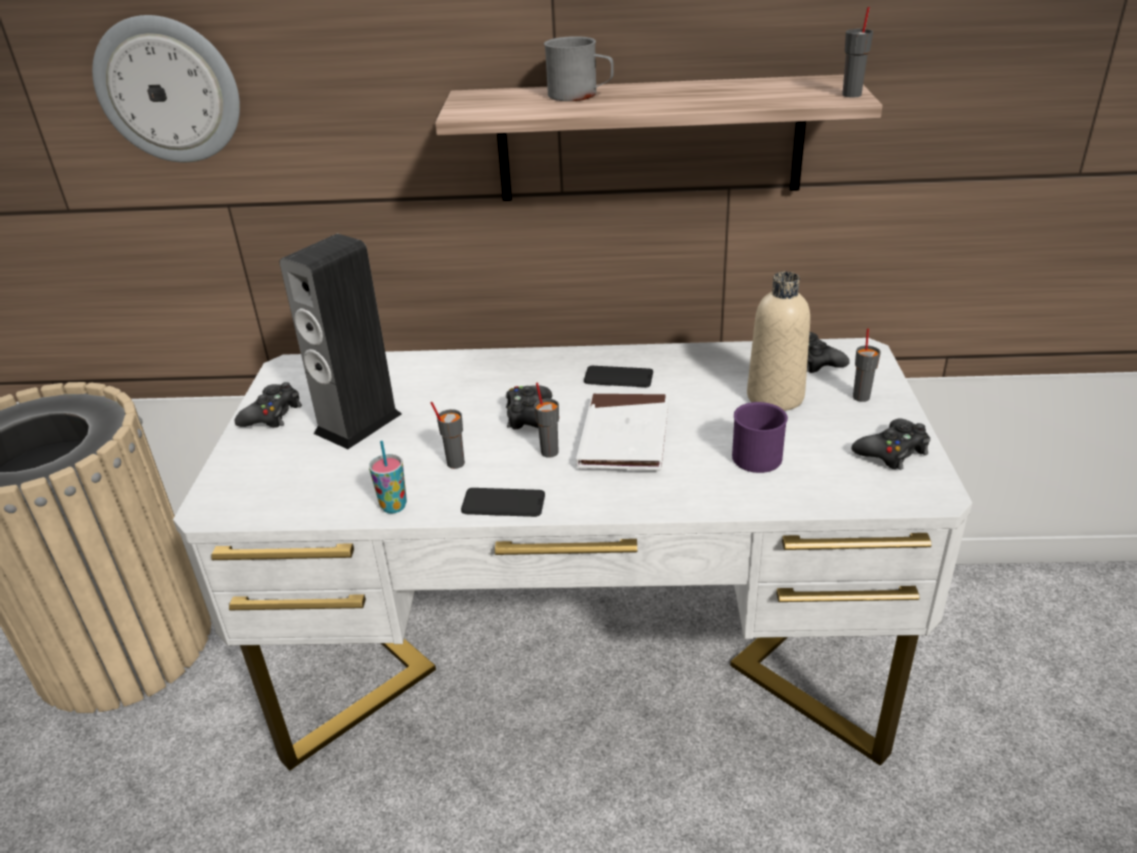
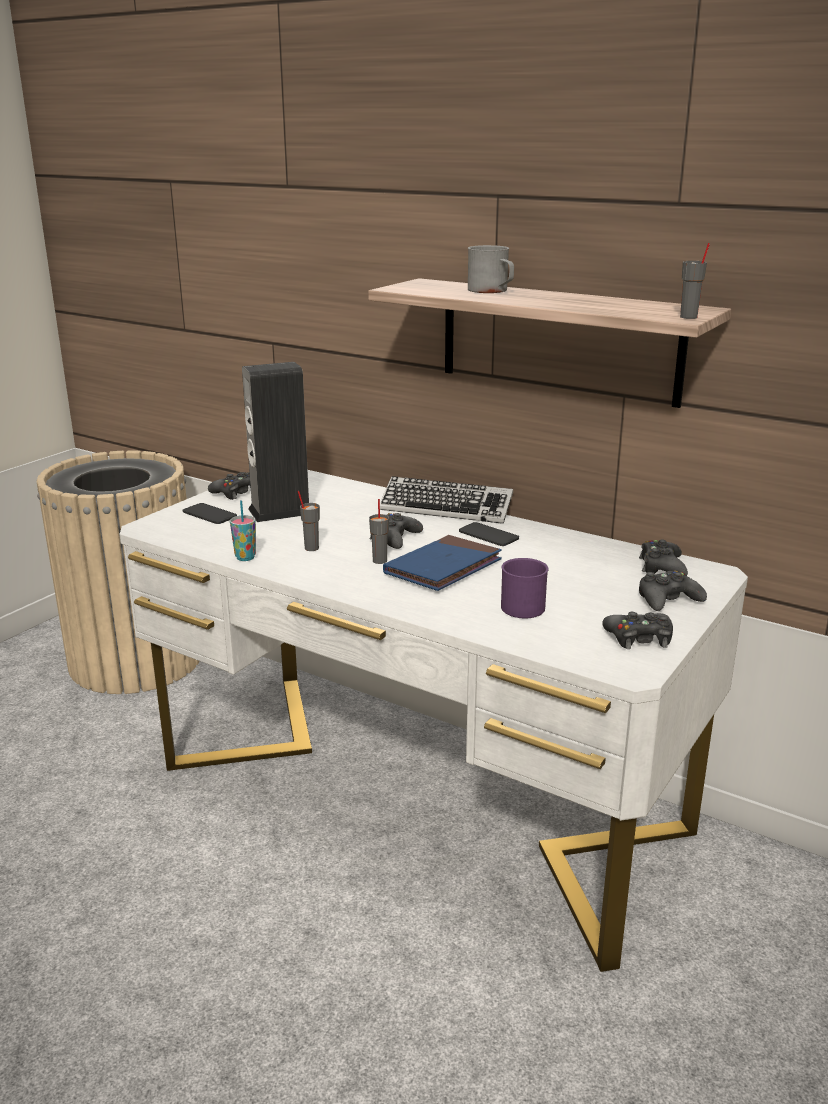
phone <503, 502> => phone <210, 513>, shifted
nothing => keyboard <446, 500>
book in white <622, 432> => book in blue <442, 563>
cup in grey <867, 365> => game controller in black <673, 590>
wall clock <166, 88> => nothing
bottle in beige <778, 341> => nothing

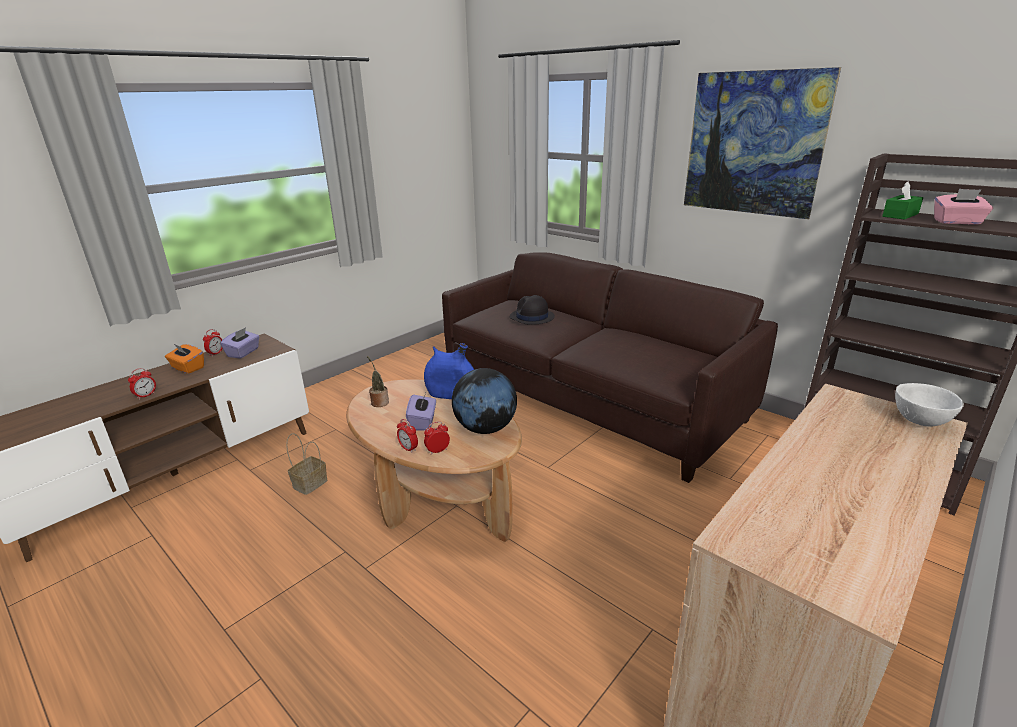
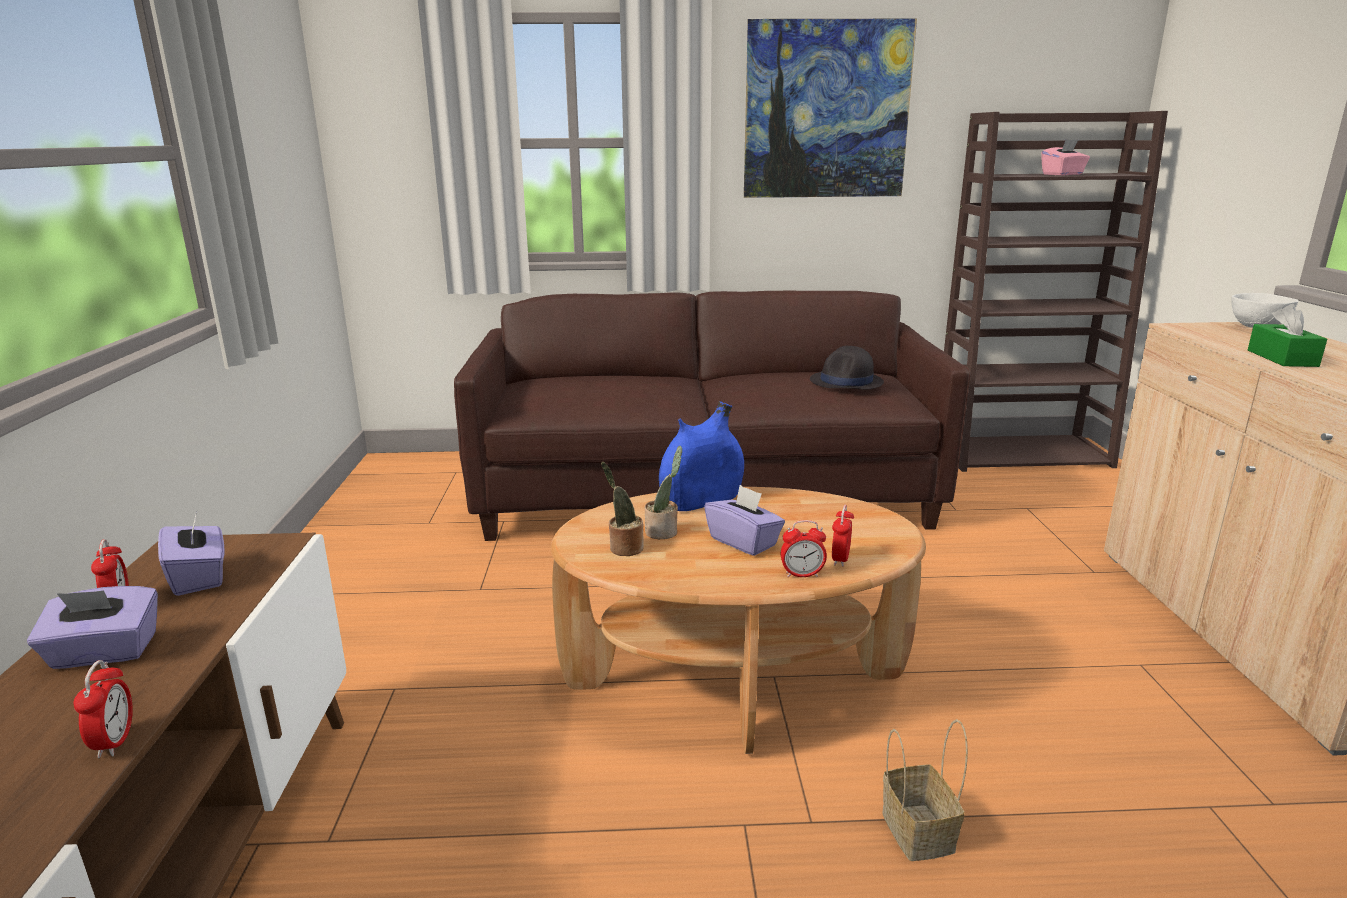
tissue box in orange <184, 358> => tissue box in purple <92, 627>
nothing => potted plant <663, 492>
hat in black <532, 310> => hat in black <847, 367>, shifted
basket <307, 464> => basket <925, 790>, shifted
tissue box in green <902, 201> => tissue box in green <1287, 335>, shifted
globe <484, 401> => nothing

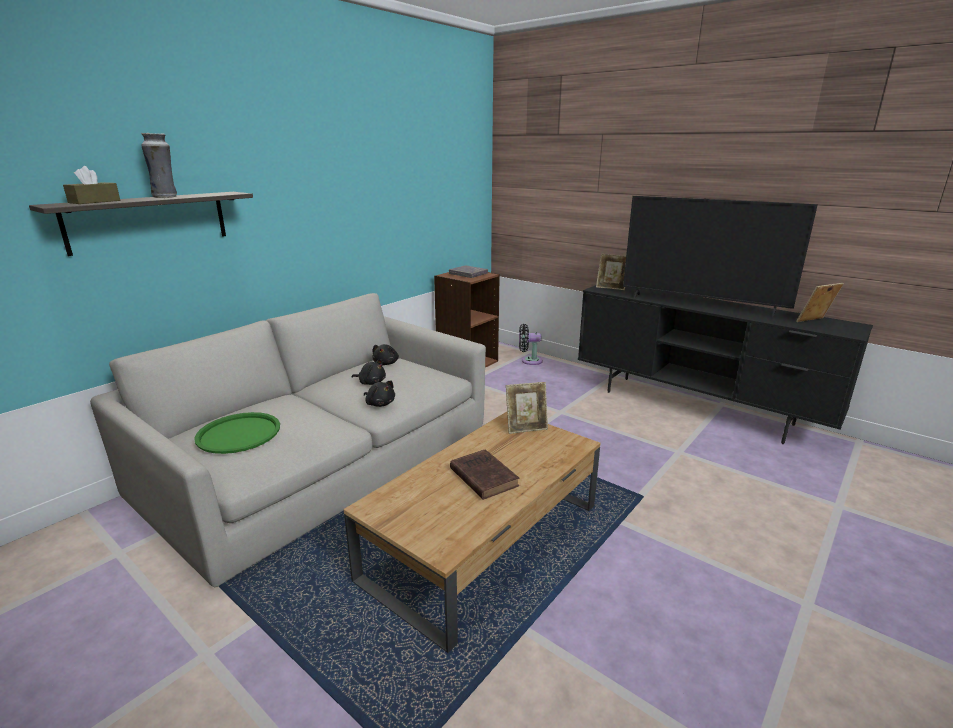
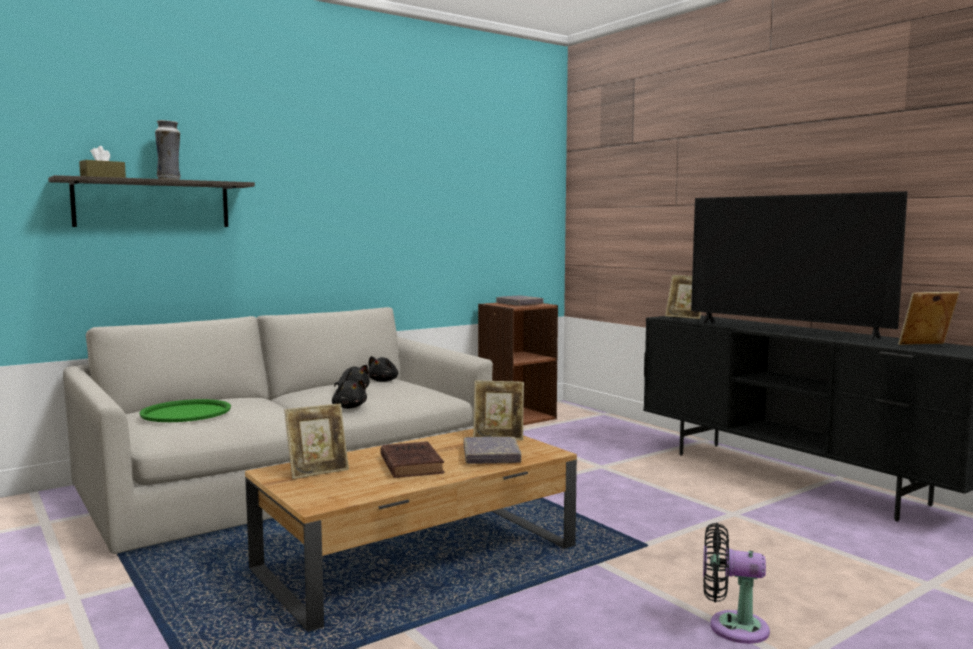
nothing => picture frame <316, 441>
nothing => book in grey <492, 450>
fan in black <531, 344> => fan in black <736, 583>, shifted

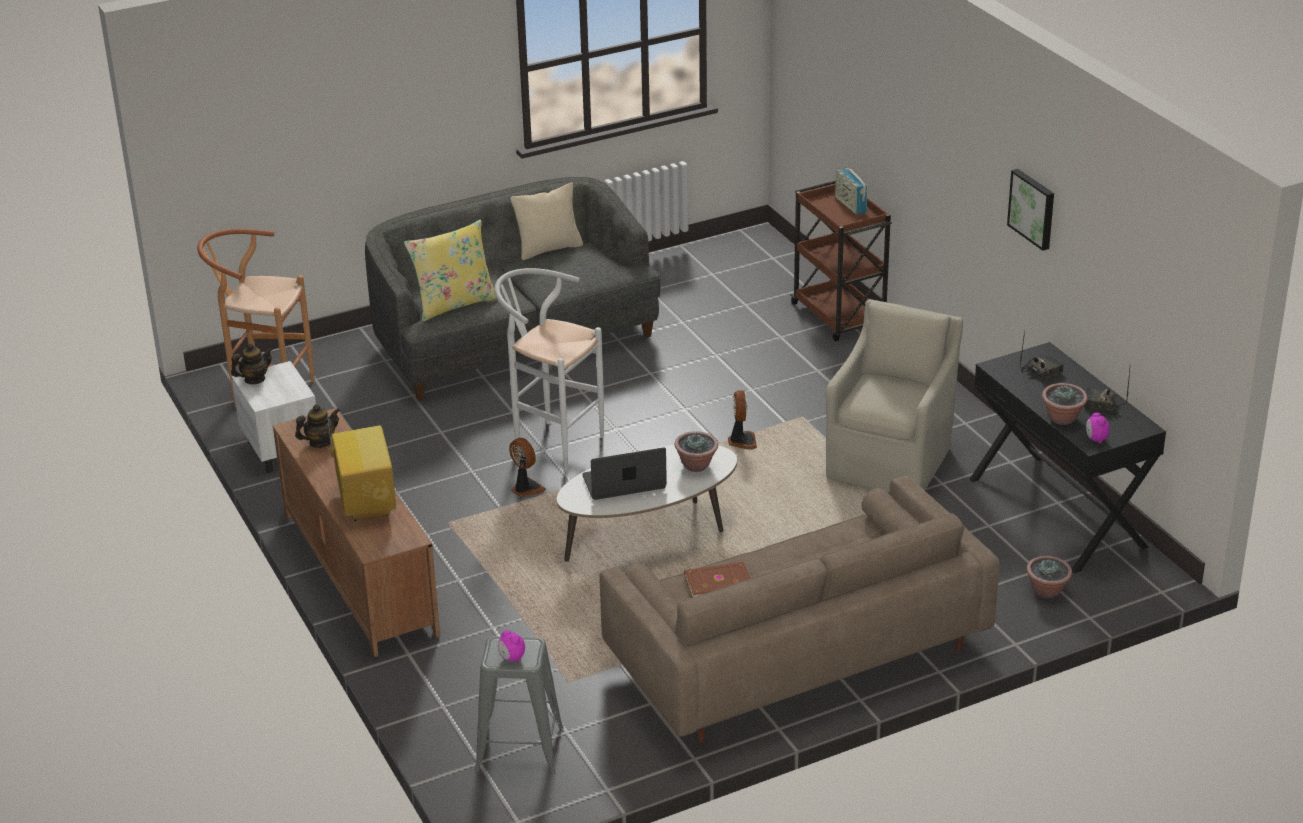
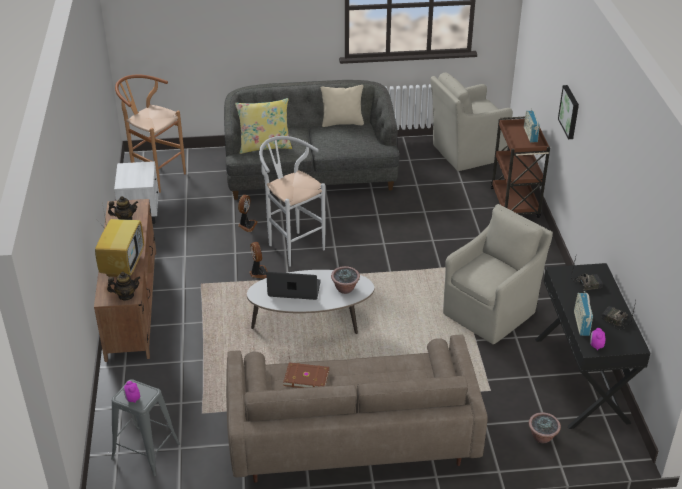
teapot <252, 363> => teapot <123, 286>, shifted
fan <742, 420> => fan <247, 213>, shifted
nothing => armchair in beige <471, 121>
picture <1030, 210> => picture <568, 112>, shifted
potted plant <1065, 404> => radio <583, 313>

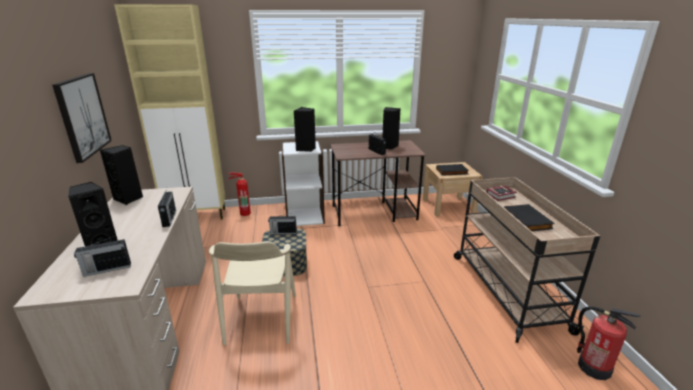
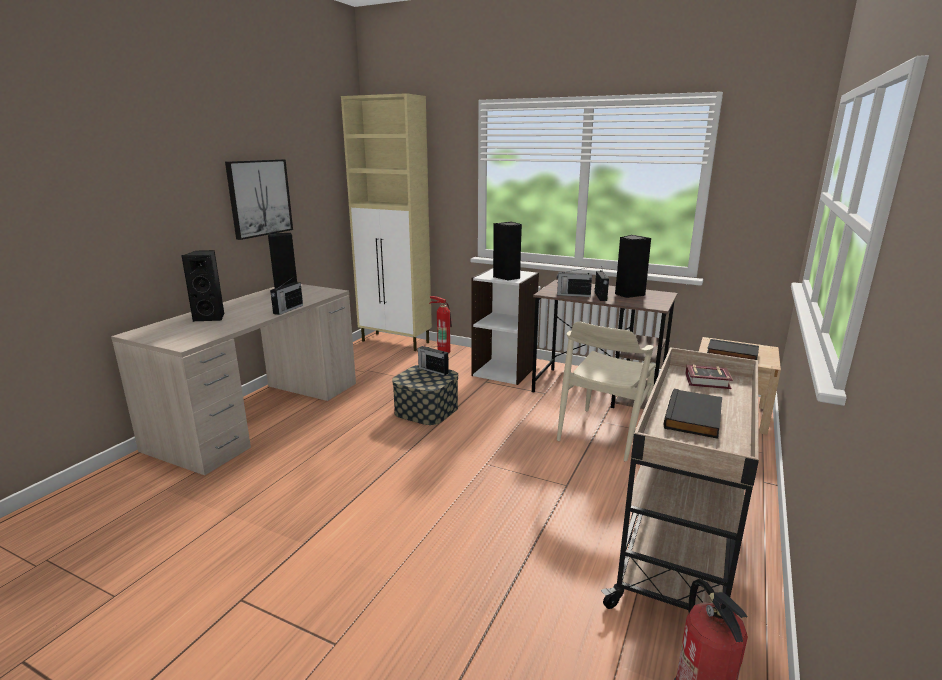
radio <102, 256> => radio <574, 282>, shifted
chair in beige <252, 293> => chair in beige <606, 391>, shifted

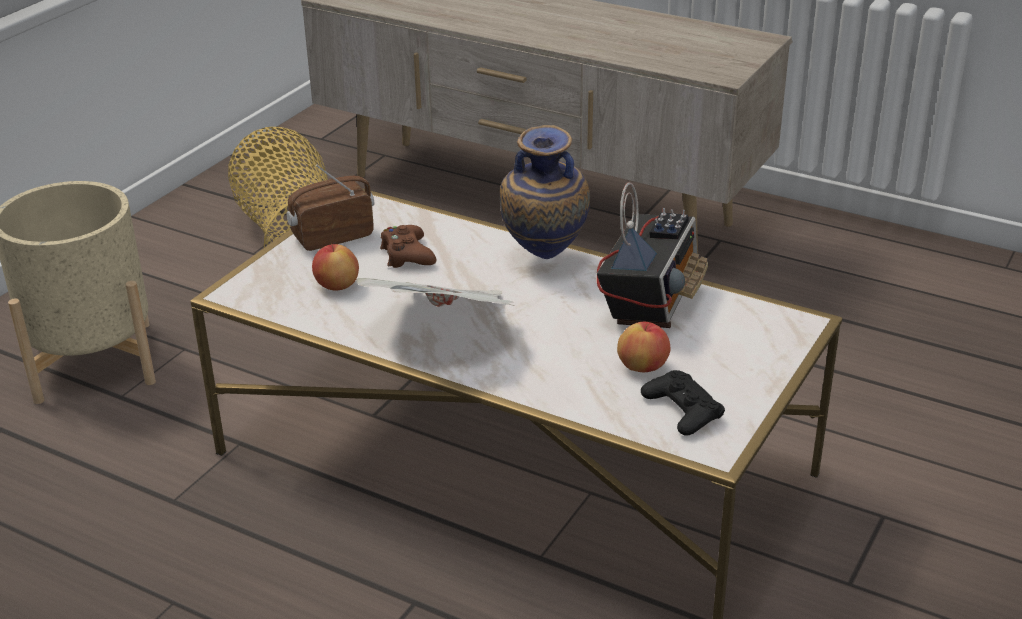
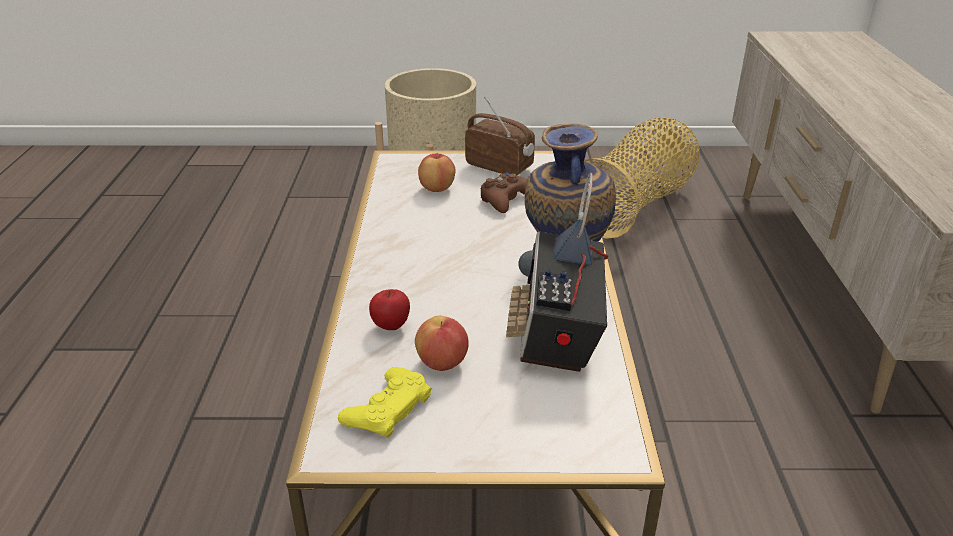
game controller in black <683, 403> => game controller in yellow <385, 402>
nothing => apple <389, 309>
radio <652, 255> => radio <557, 272>, 105 degrees clockwise
newspaper <435, 292> => nothing

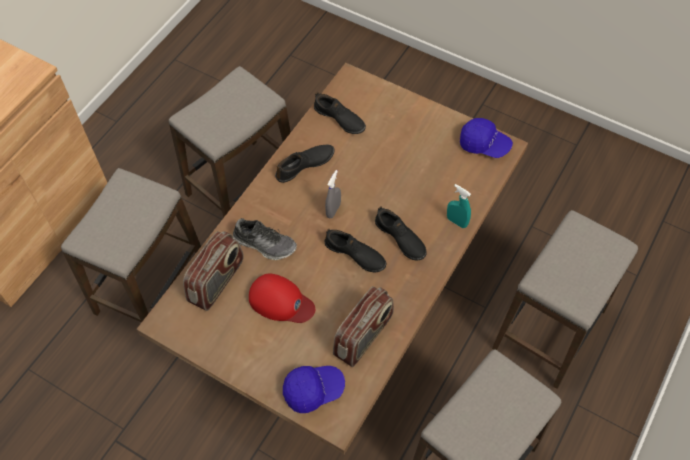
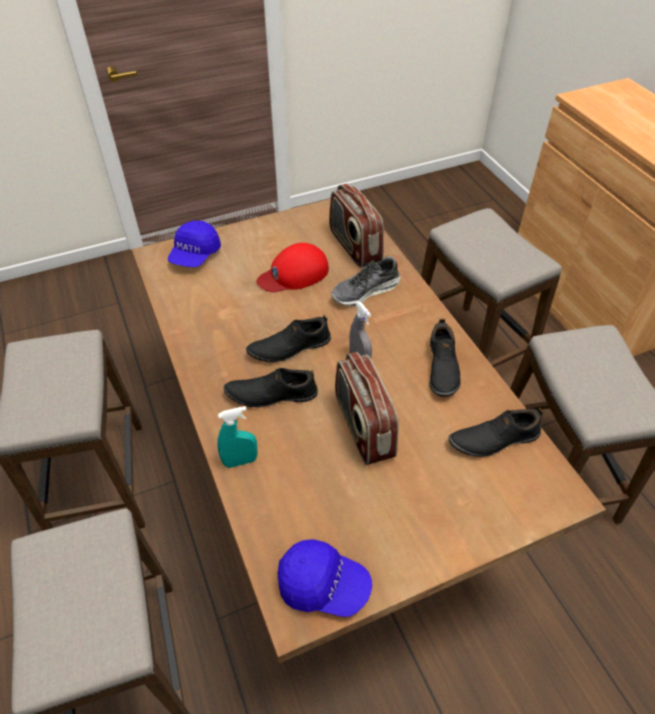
cap in blue <486, 138> => cap in blue <325, 578>, 135 degrees counterclockwise
radio <363, 326> => radio <367, 408>, shifted

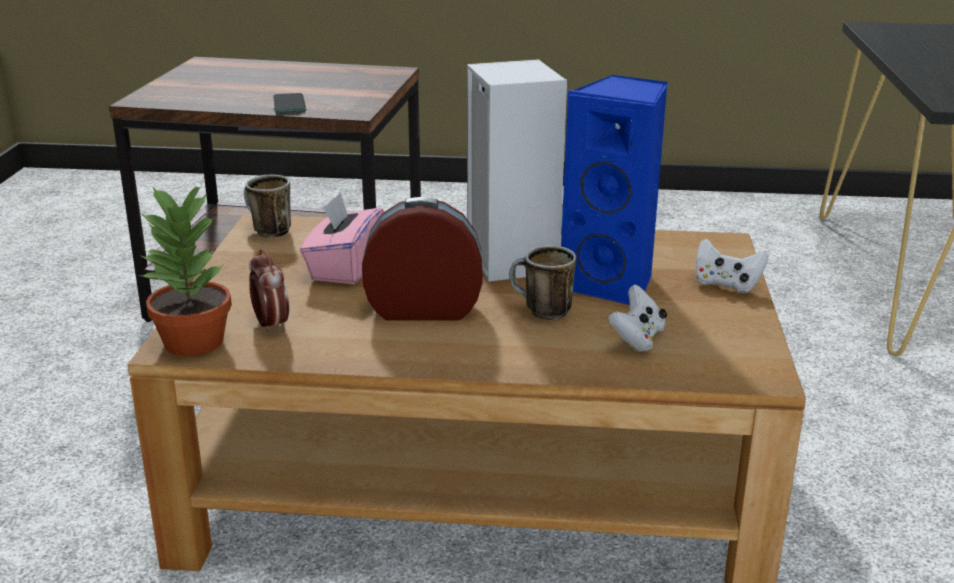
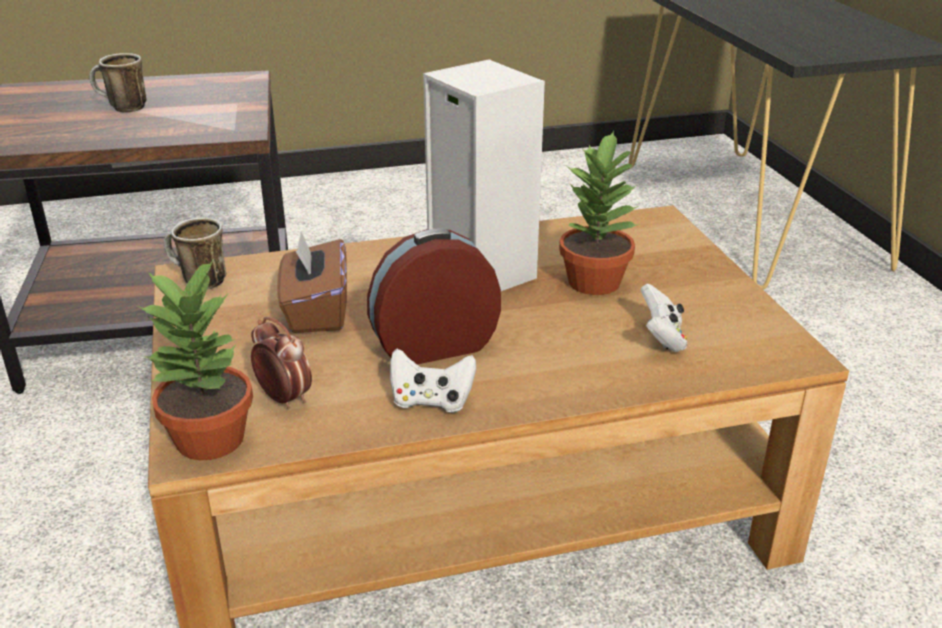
mug <542, 282> => mug <118, 83>, shifted
tissue box in pink <342, 238> => tissue box in brown <312, 282>
game controller in white <732, 266> => game controller in white <433, 381>, shifted
speaker in blue <614, 190> => potted plant <599, 212>
phone <289, 103> => nothing

